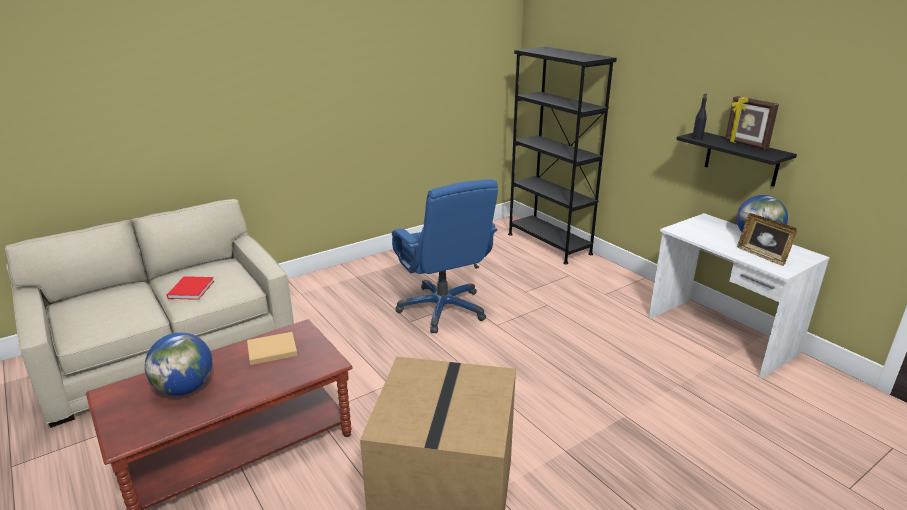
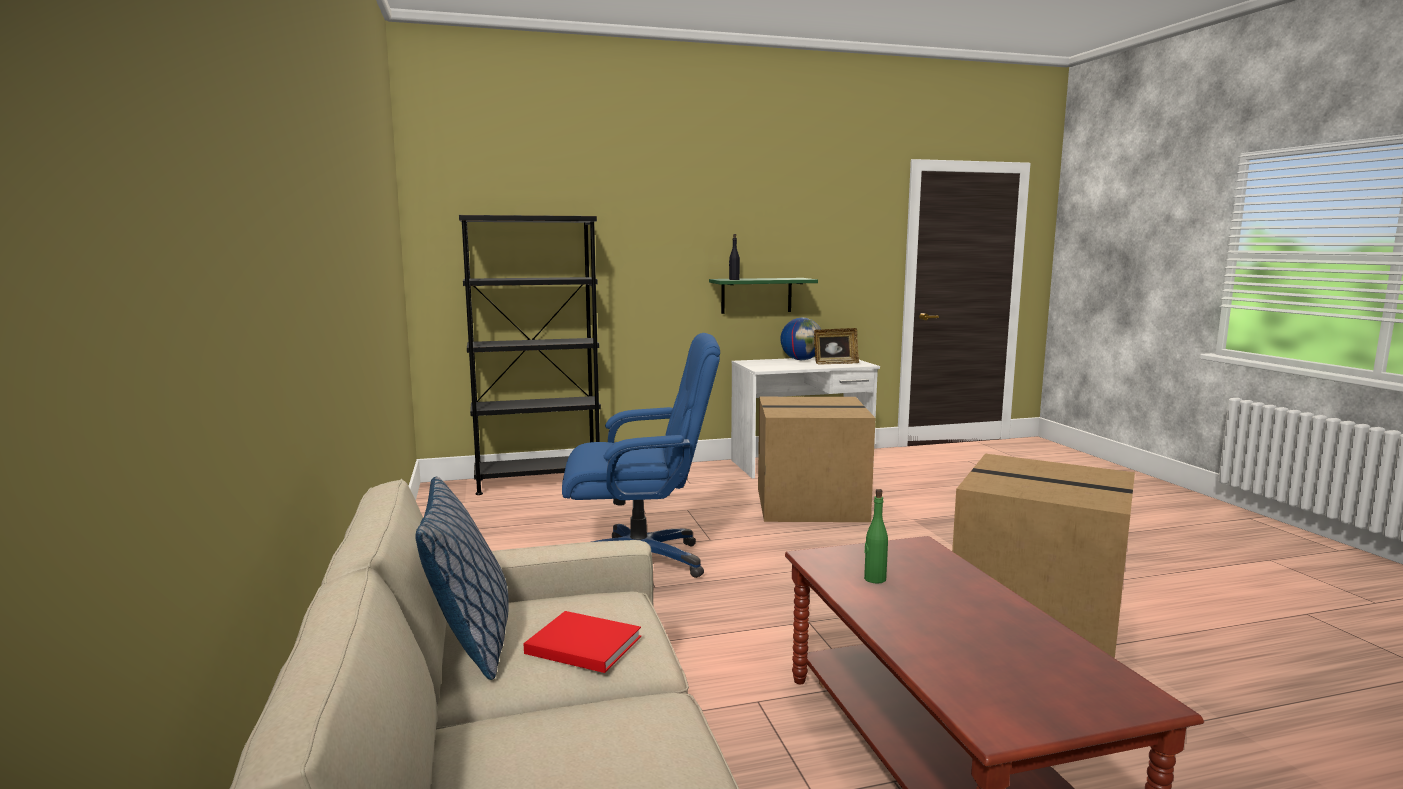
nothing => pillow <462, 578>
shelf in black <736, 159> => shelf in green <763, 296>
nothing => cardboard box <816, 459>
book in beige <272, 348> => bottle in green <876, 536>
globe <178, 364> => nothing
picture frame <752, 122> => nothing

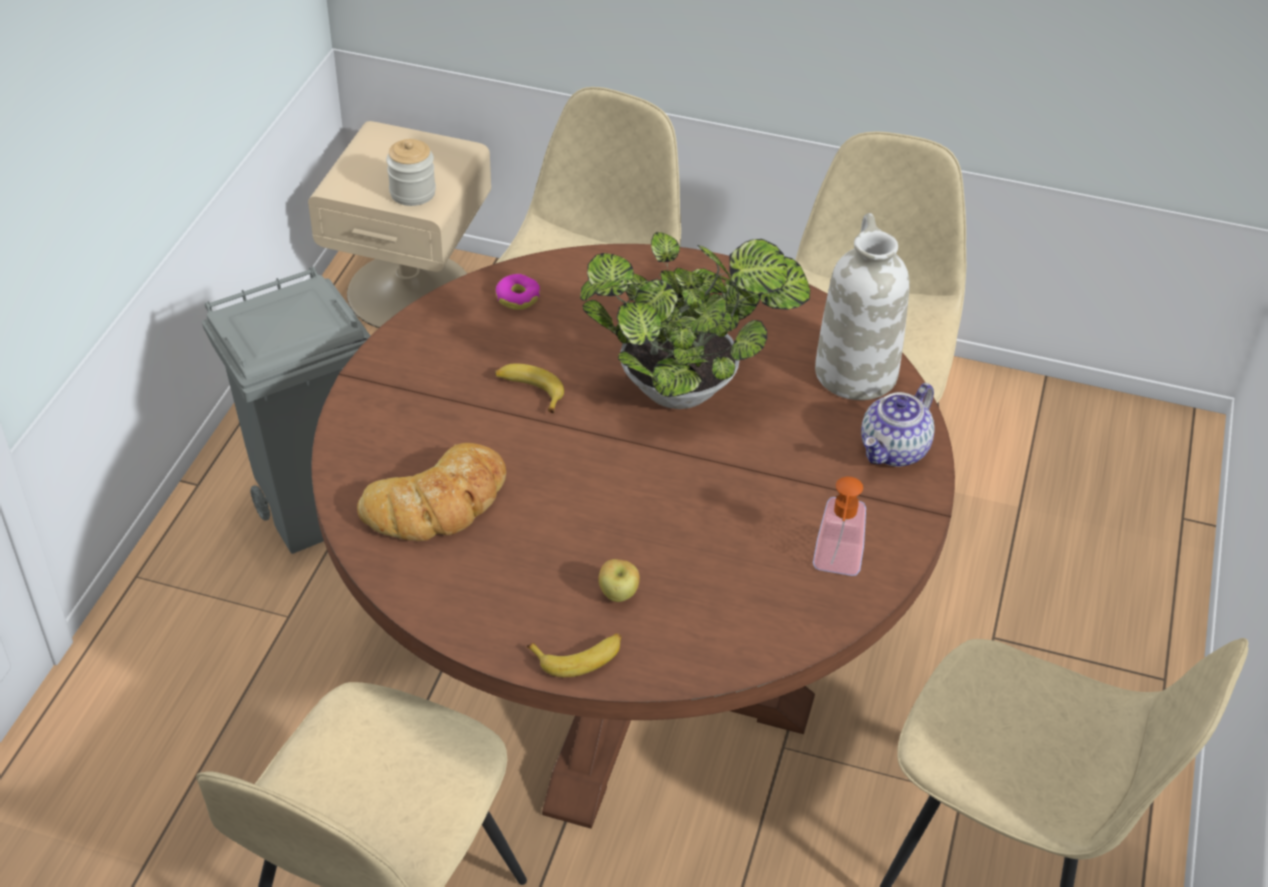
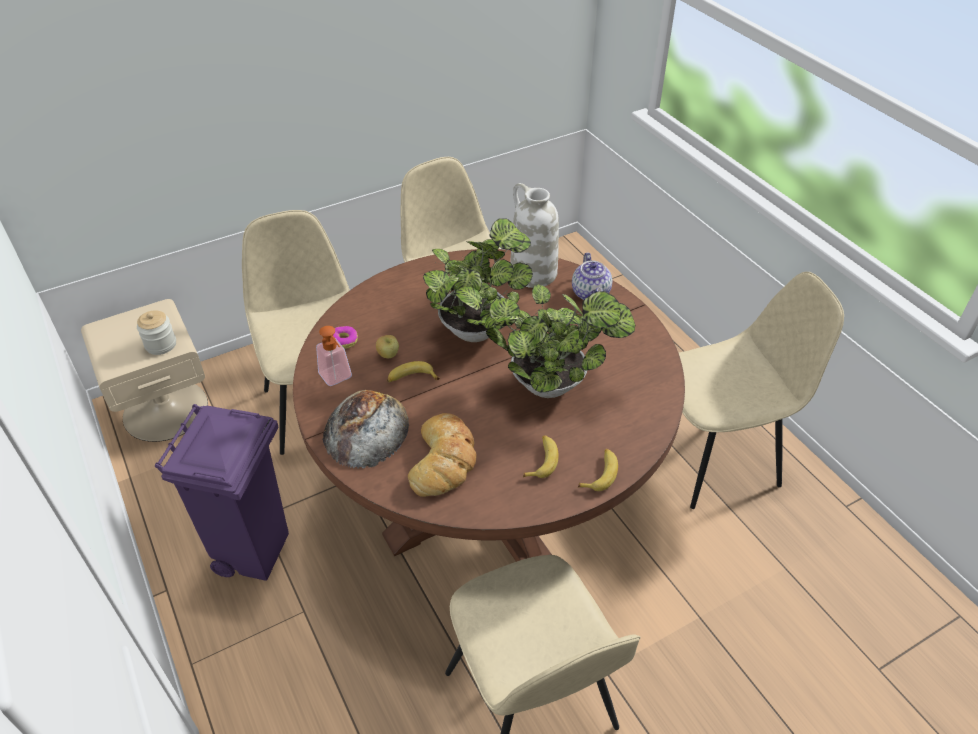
trash can in grey <286, 410> => trash can in purple <222, 492>
soap dispenser <839, 526> => soap dispenser <334, 356>, shifted
nothing => bread <365, 429>
apple <619, 580> => apple <387, 346>, shifted
nothing => potted plant <559, 341>
nothing => banana <541, 456>

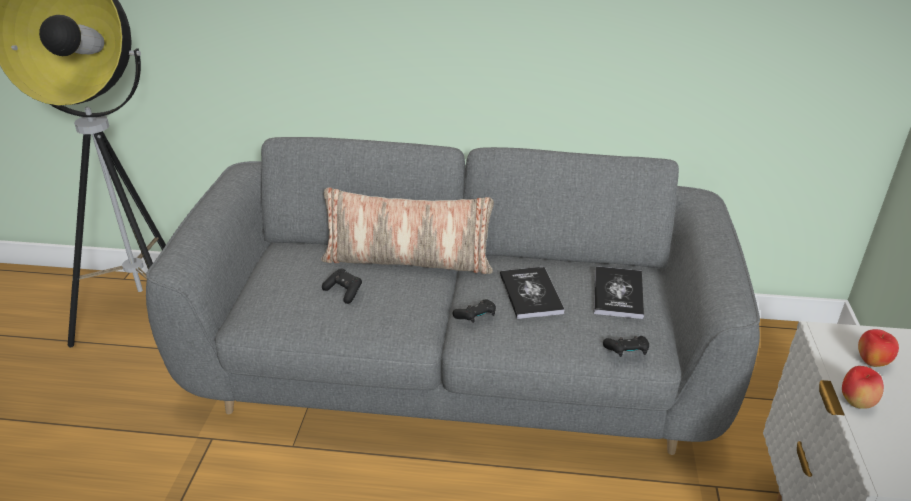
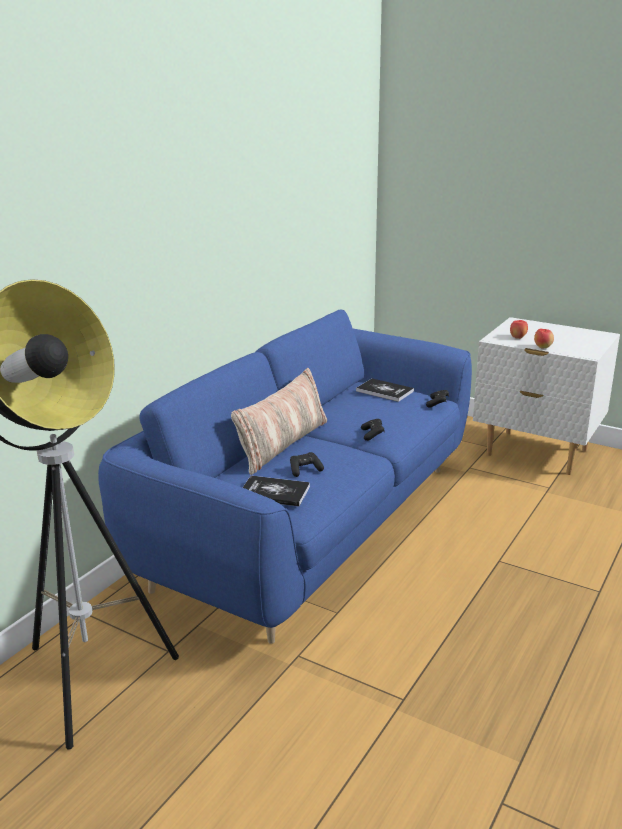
sofa in grey <453, 296> => sofa in blue <285, 476>
book <532, 292> => book <276, 491>, shifted

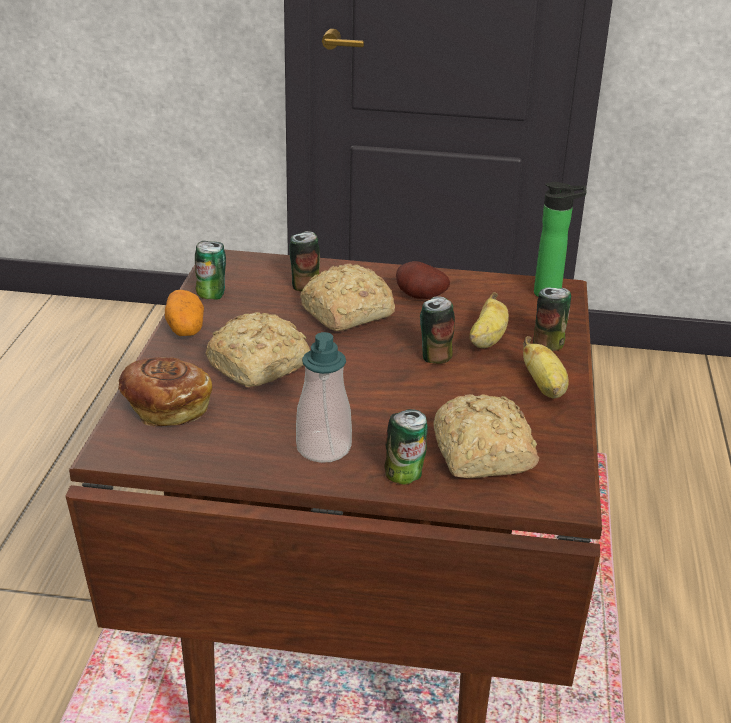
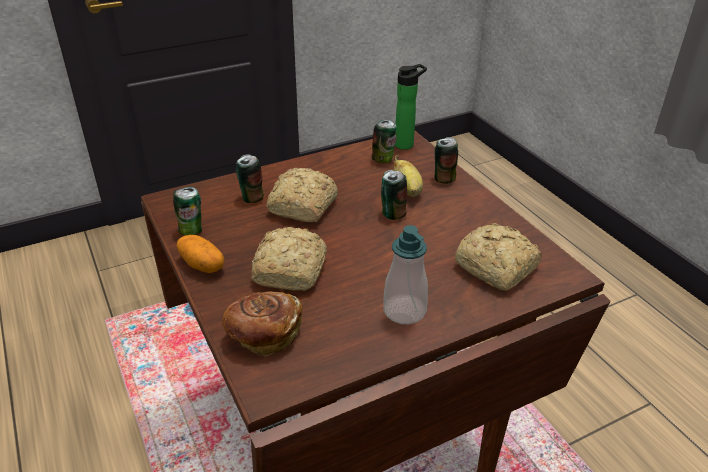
can <406, 447> => can <384, 141>, shifted
potato <423, 280> => nothing
banana <546, 367> => nothing

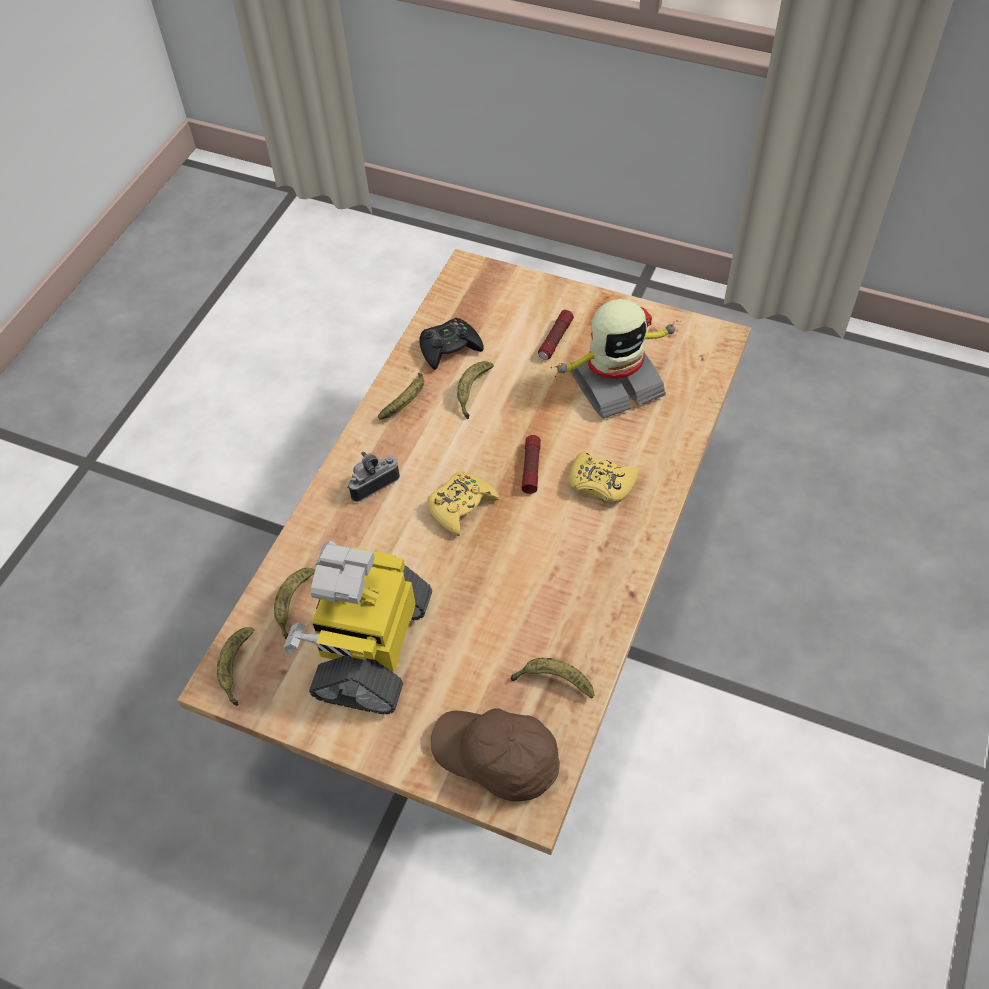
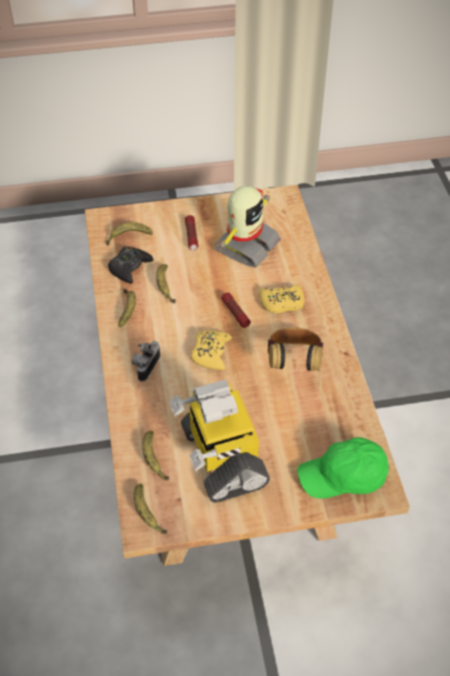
banana <552, 678> => banana <129, 234>, shifted
nothing => headphones <295, 349>
cap in brown <495, 754> => cap in green <342, 468>

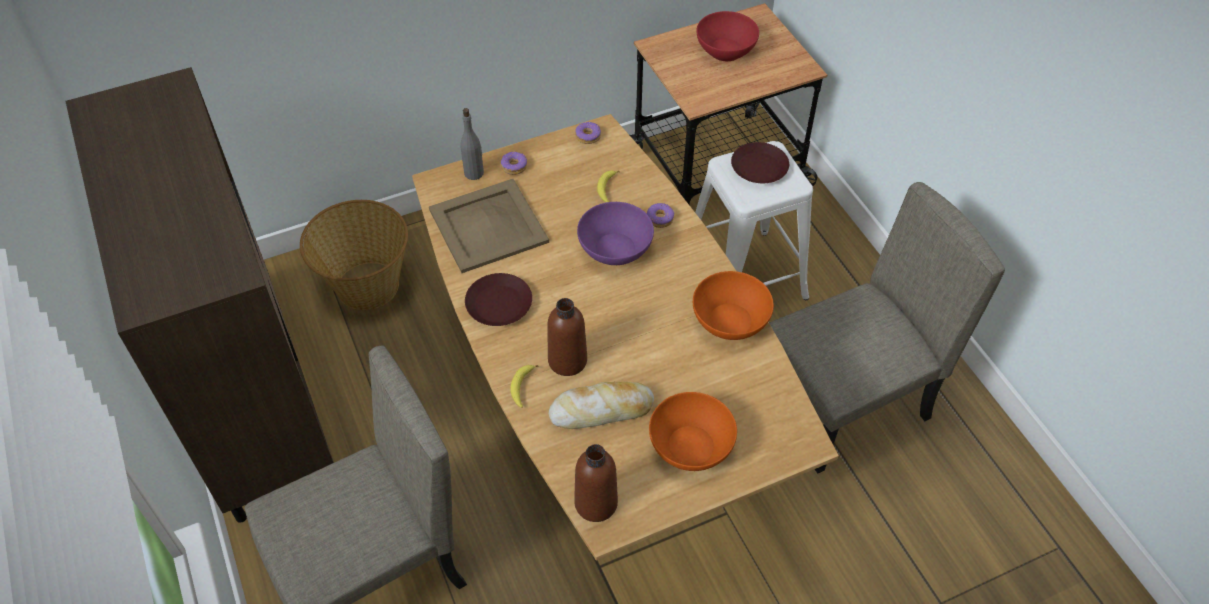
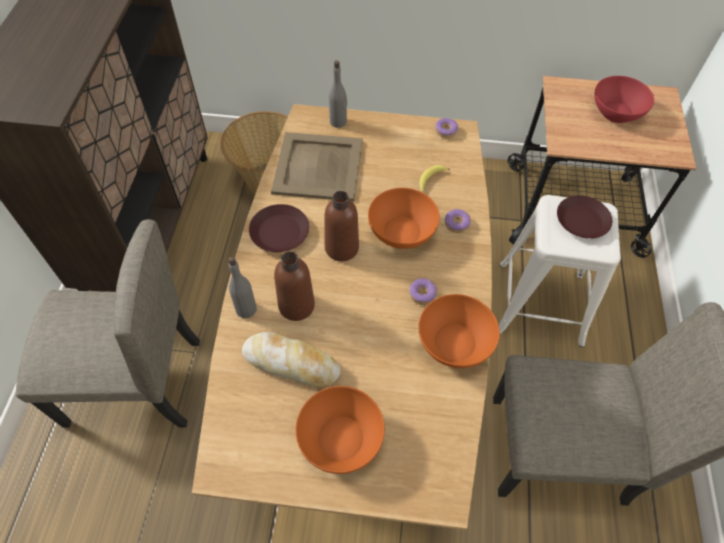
banana <525, 386> => bottle in grey <242, 287>
bottle in brown <596, 483> => bottle in brown <341, 226>, shifted
bowl in purple <615, 233> => bowl in orange <404, 218>
donut <514, 163> => donut <423, 291>, shifted

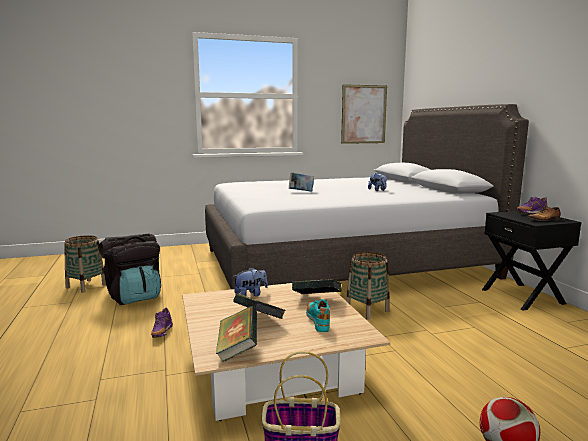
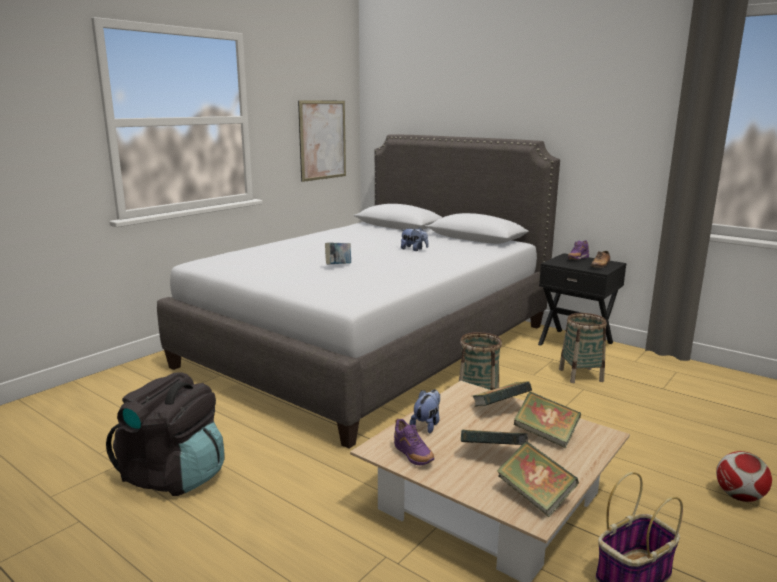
shoe in purple <162, 323> => shoe in purple <414, 441>, shifted
shoe in turquoise <318, 315> => book <547, 420>
basket <85, 264> => basket <583, 348>, shifted

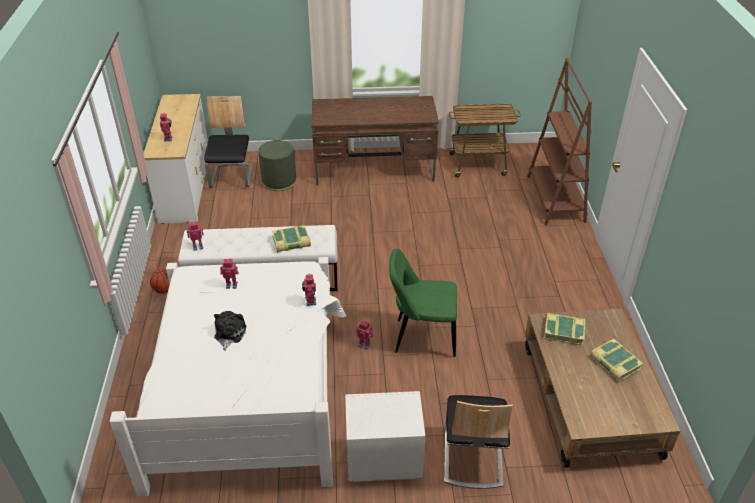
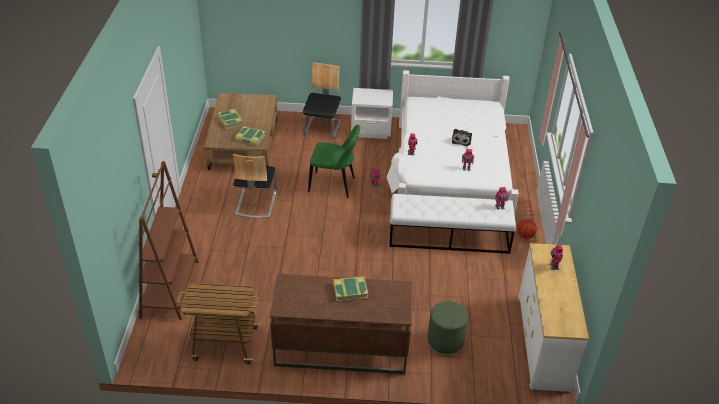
chair <228, 142> => chair <255, 186>, shifted
book <291, 238> => book <350, 289>, shifted

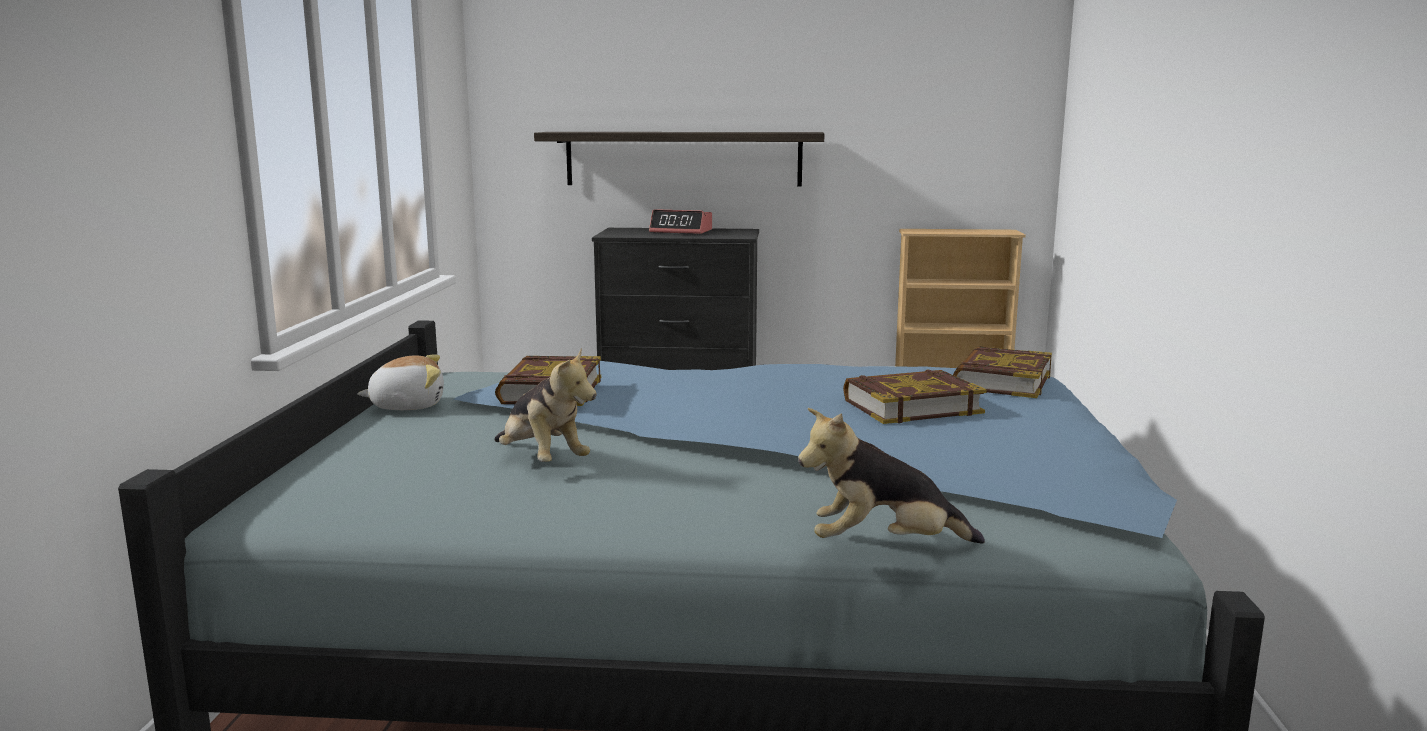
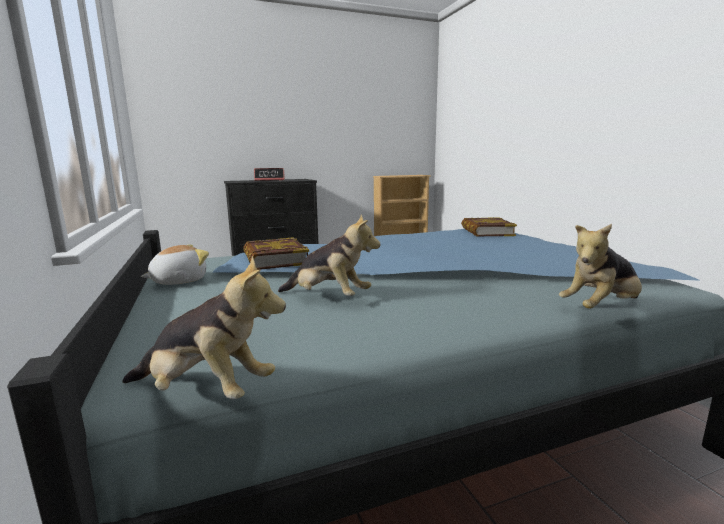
nothing => plush toy <204, 327>
shelf <679, 159> => nothing
book <914, 397> => nothing

